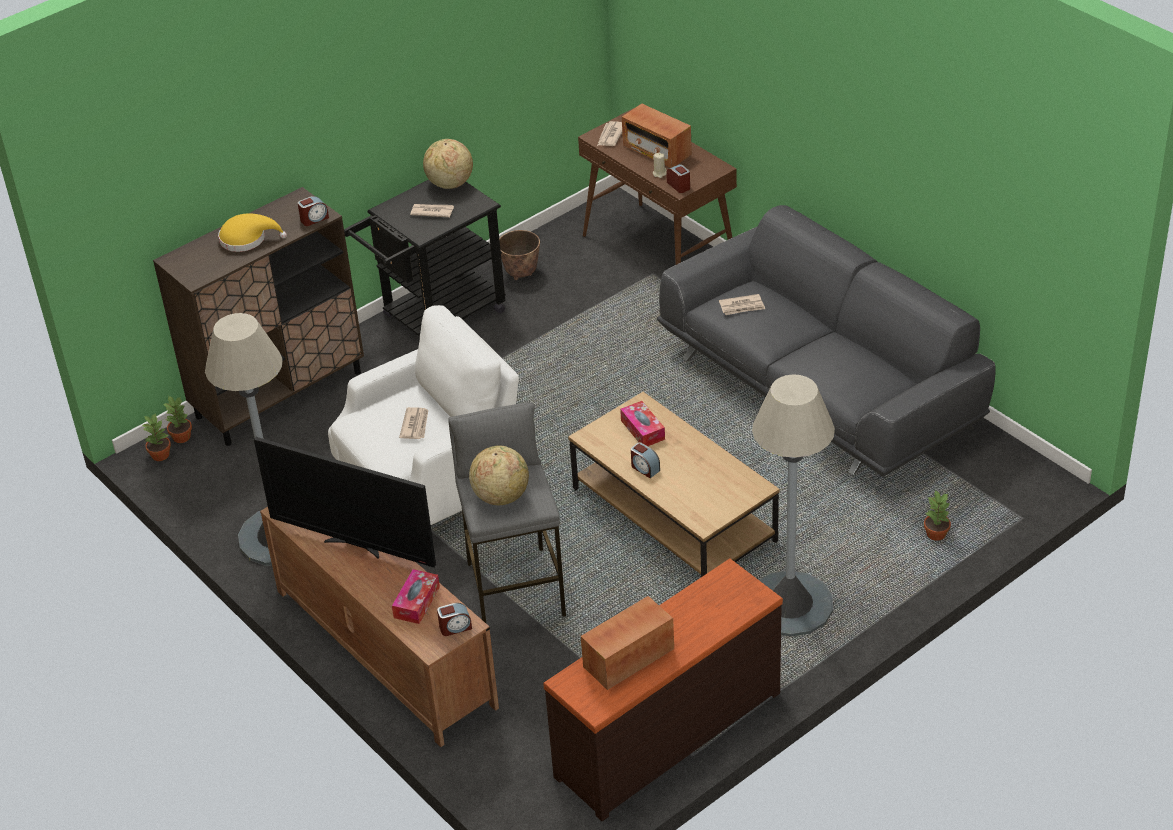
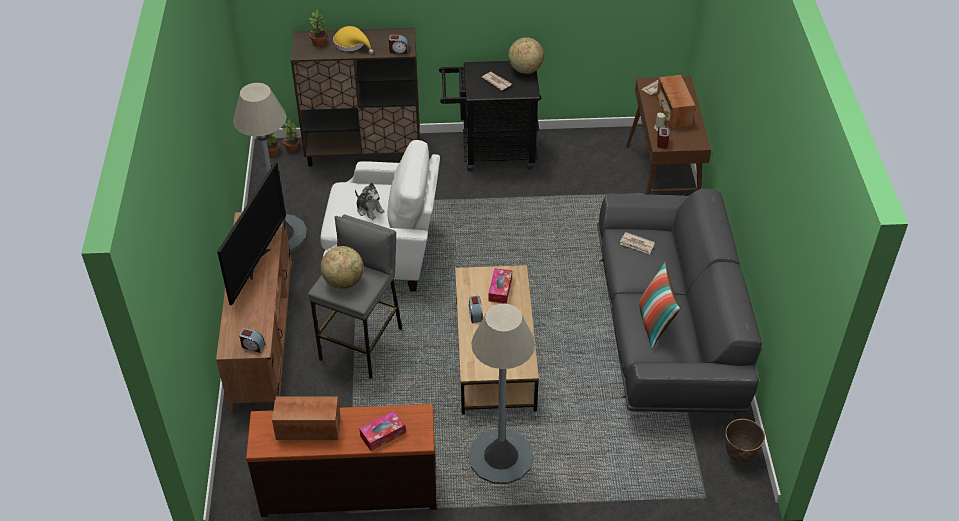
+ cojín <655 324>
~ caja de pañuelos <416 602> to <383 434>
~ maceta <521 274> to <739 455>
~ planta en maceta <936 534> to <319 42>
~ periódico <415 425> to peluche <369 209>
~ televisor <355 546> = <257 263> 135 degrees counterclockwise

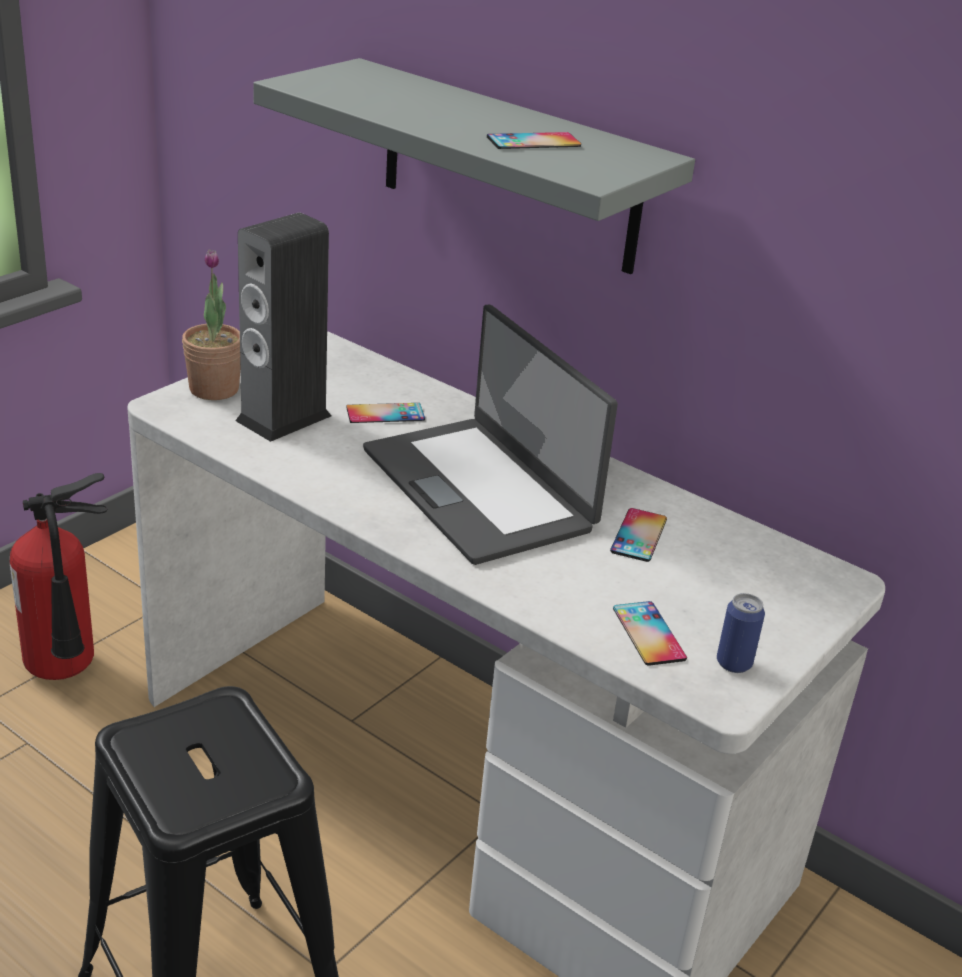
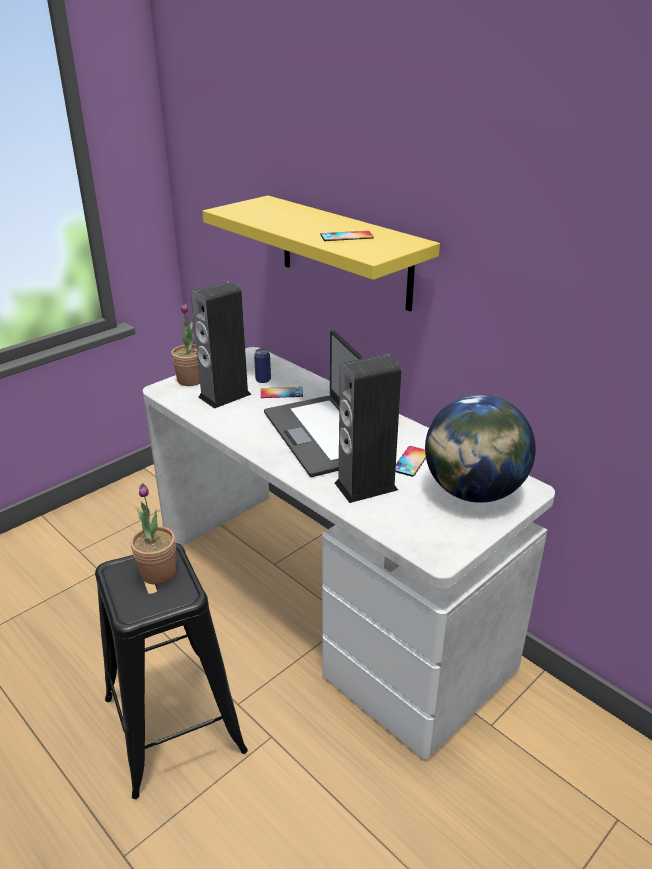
- extintor <66 672>
- móvil <648 633>
+ planta en maceta <158 572>
+ altavoz <366 486>
+ globo terráqueo <473 492>
~ lata <734 663> to <263 380>
~ estante (gris) <509 167> to estante (amarillo) <345 252>

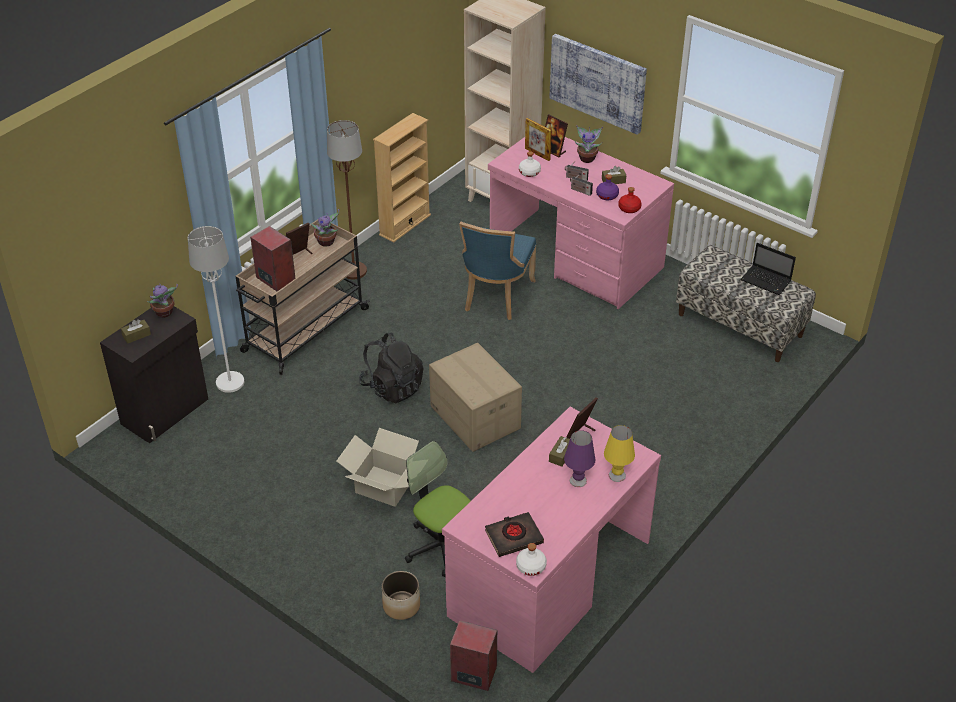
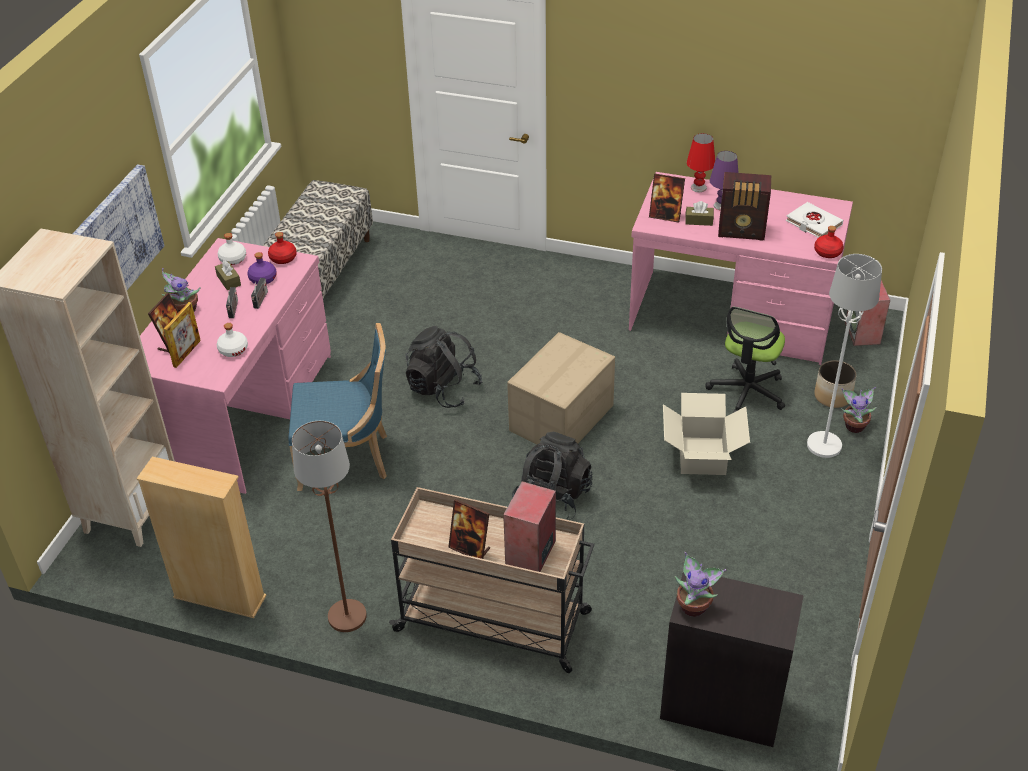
- caja de pañuelos (marrón) <136 335>
- portátil <766 281>
+ mochila (negro) <443 389>
+ radio <742 231>
+ botella (rojo) <828 252>
~ lámpara de pie (blanco) <230 382> to <823 445>
~ planta en maceta <327 242> to <854 425>
~ botella (blanco) <531 566> to <232 259>
~ libro (negro) <514 537> to libro (blanco) <813 223>
~ lámpara de mesa (amarillo) <617 475> to lámpara de mesa (rojo) <699 187>

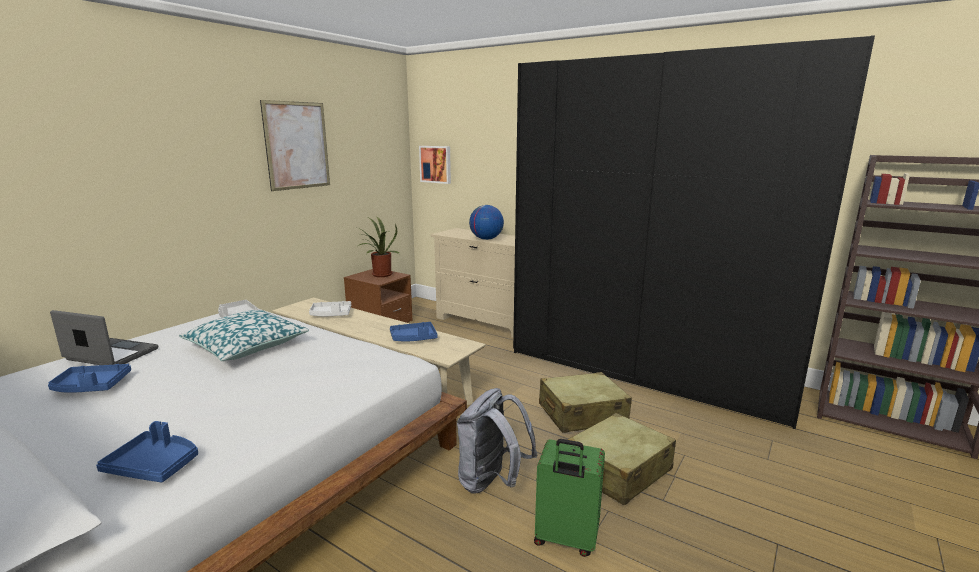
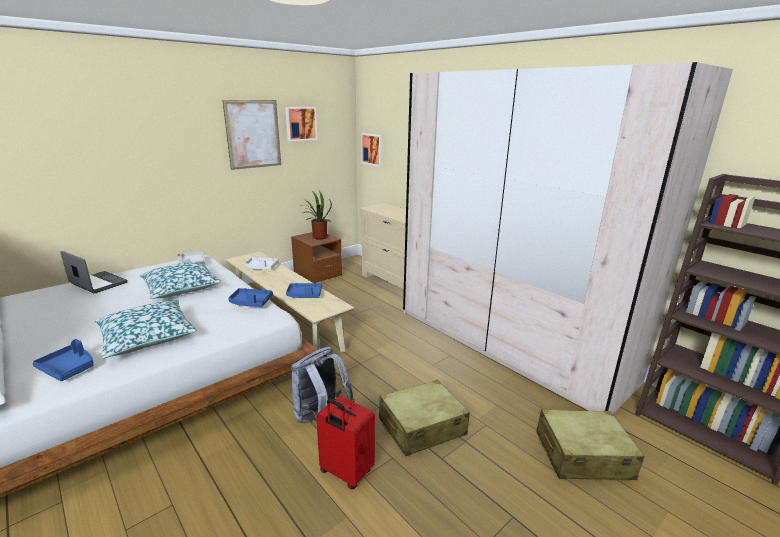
- globo terráqueo <486 239>
+ cojín <147 337>
+ cuadro <300 123>
~ bandeja (azul) <91 387> to <251 302>
~ maleta (beis) <582 414> to <582 455>
~ armario ropero (negro) <648 368> to armario ropero (beis) <508 343>
~ maleta (verde) <565 539> to maleta (rojo) <345 472>

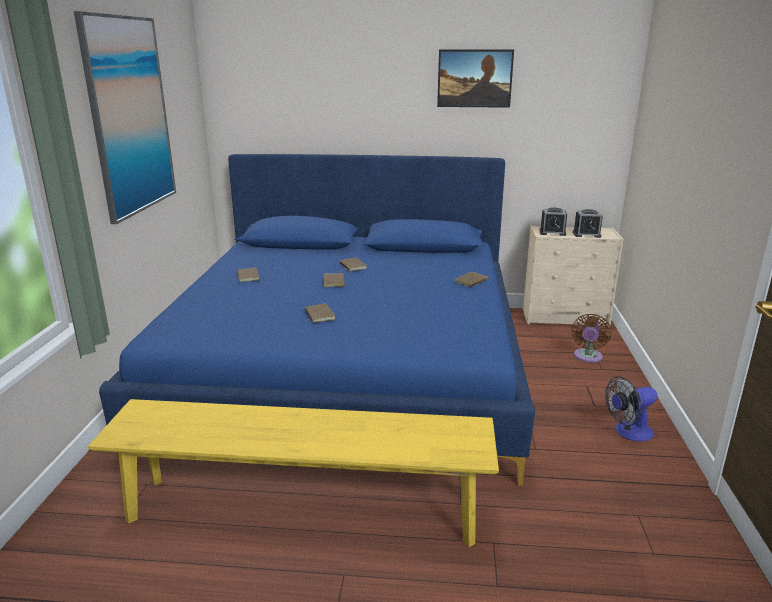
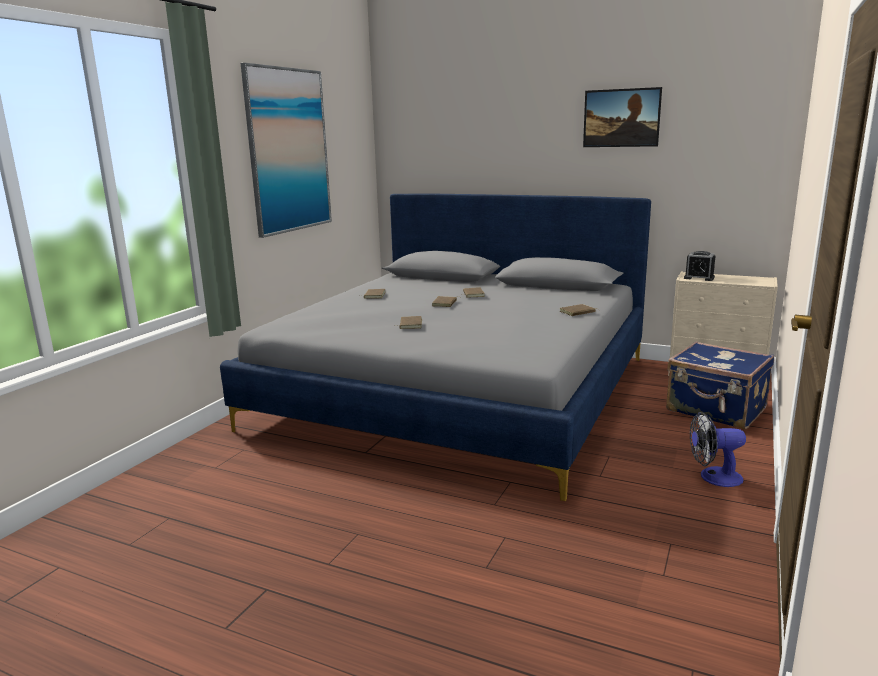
- banco (amarillo) <302 510>
- despertador <586 234>
~ ventilador (marrón) <587 357> to maleta (azul) <716 410>
~ cama (azul) <347 368> to cama (gris) <459 391>

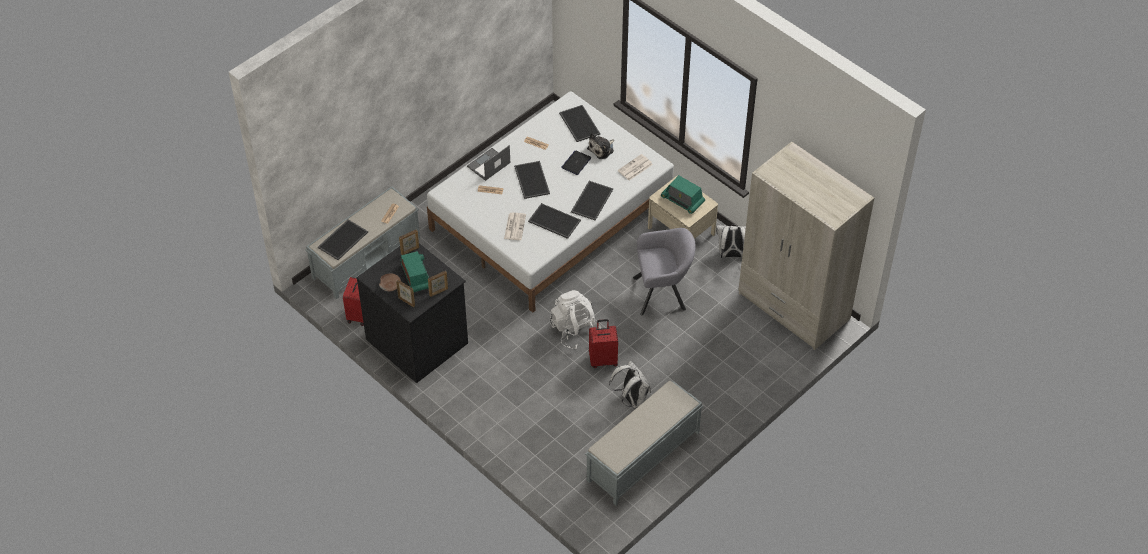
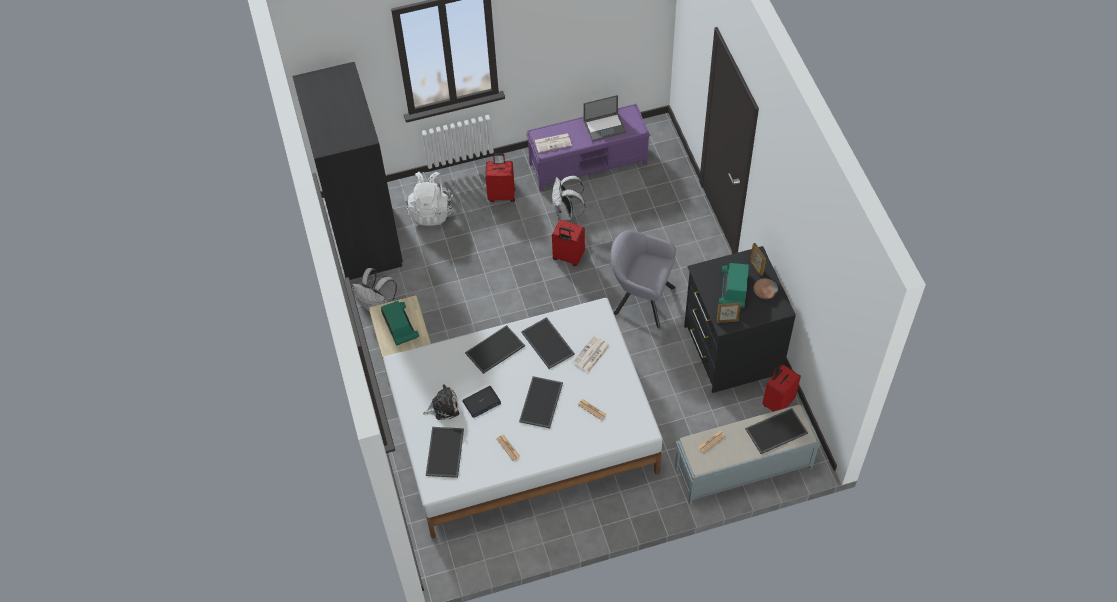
- portarretratos <438 292>
+ maleta (rojo) <502 195>
~ portátil <488 165> to <605 126>
~ mochila (blanco) <575 331> to <431 211>
~ periódico <635 168> to <553 142>
~ sillón (gris) <663 293> to <640 299>
~ banco (gris) <642 457> to banco (morado) <589 163>
~ armario ropero (beis) <793 307> to armario ropero (negro) <364 233>

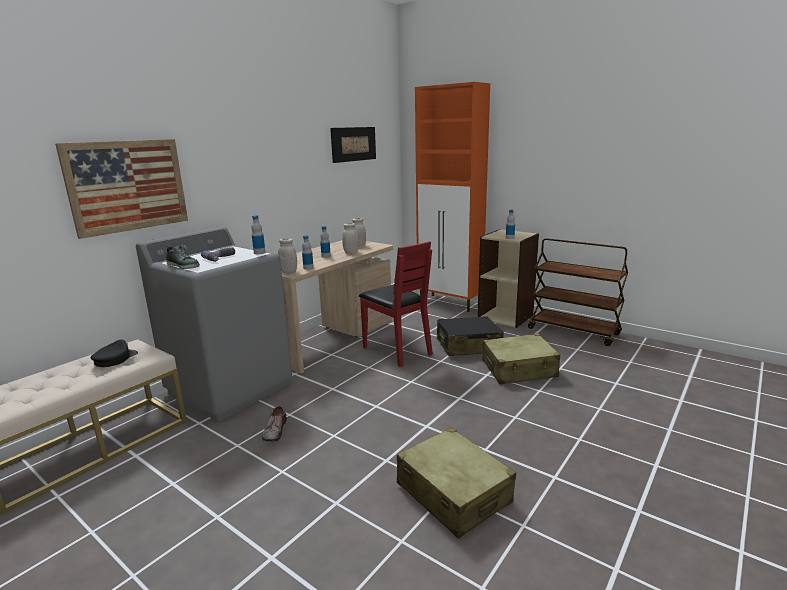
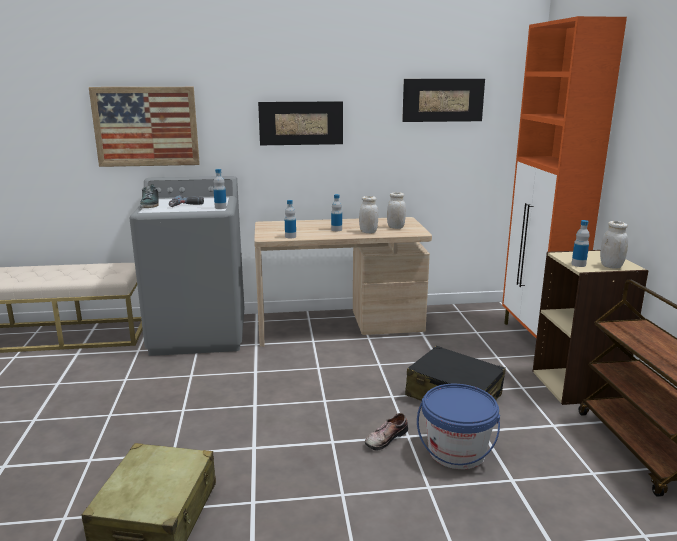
- gorra (negro) <115 359>
- silla (rojo) <397 350>
+ cuadro <301 123>
~ zapato <274 430> to <385 438>
~ tarro (blanco) <289 272> to <611 266>
~ maleta (beis) <519 369> to cubo (azul) <456 452>

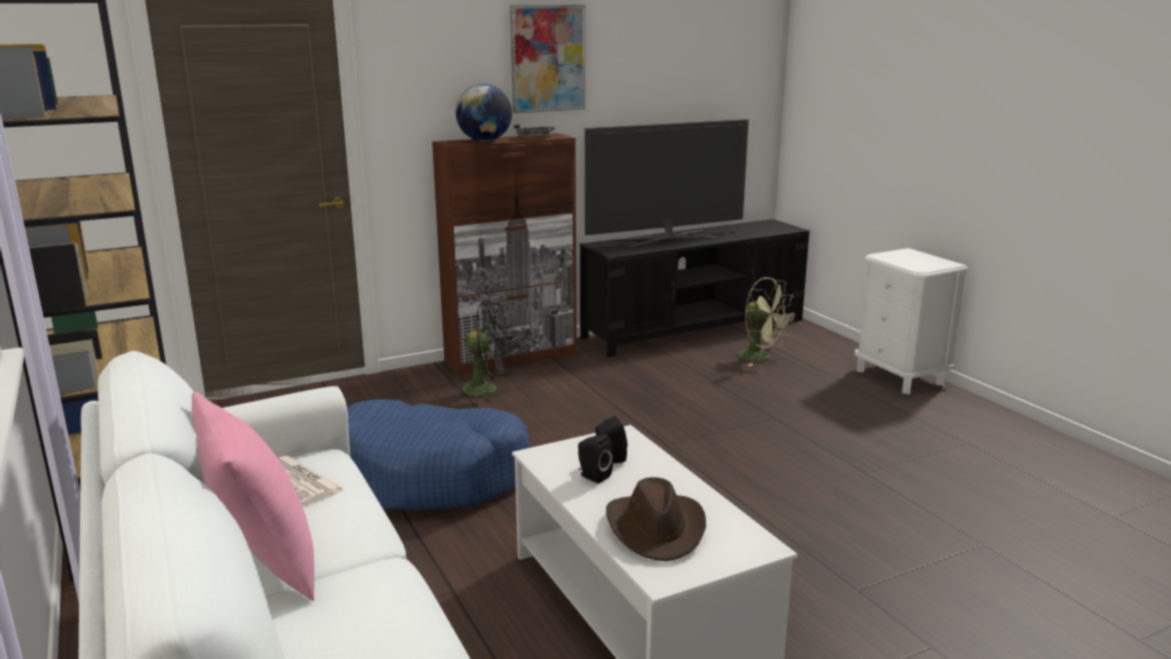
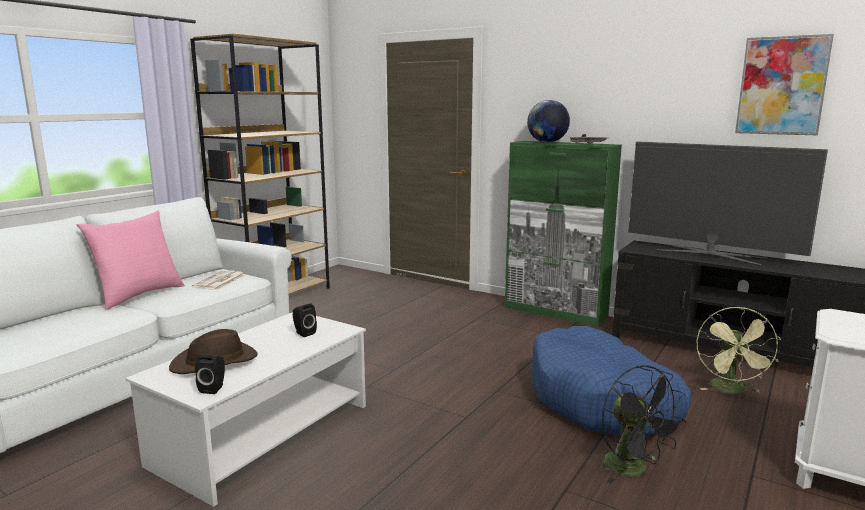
~ cama para perro (azul) <430 475> to <602 399>
~ ventilador (negro) <488 389> to <633 470>
~ cuadro <548 58> to <782 86>
~ altavoz (negro) <593 476> to <214 388>
~ armario (marrón) <512 357> to armario (verde) <555 312>

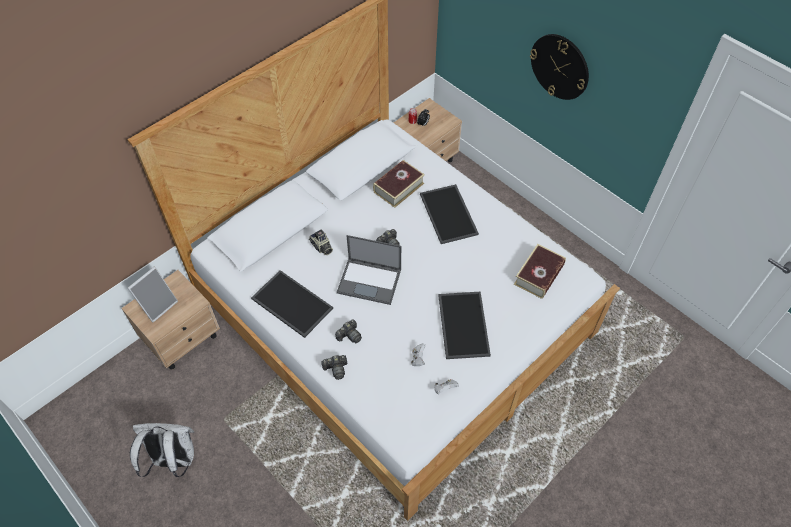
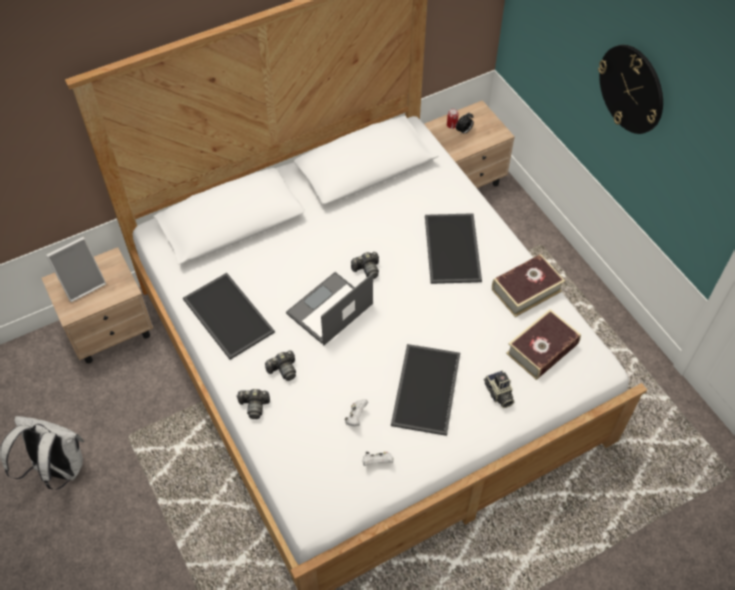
~ cámara <321 247> to <498 394>
~ libro <398 187> to <526 290>
~ portátil <370 281> = <329 309> 105 degrees clockwise

